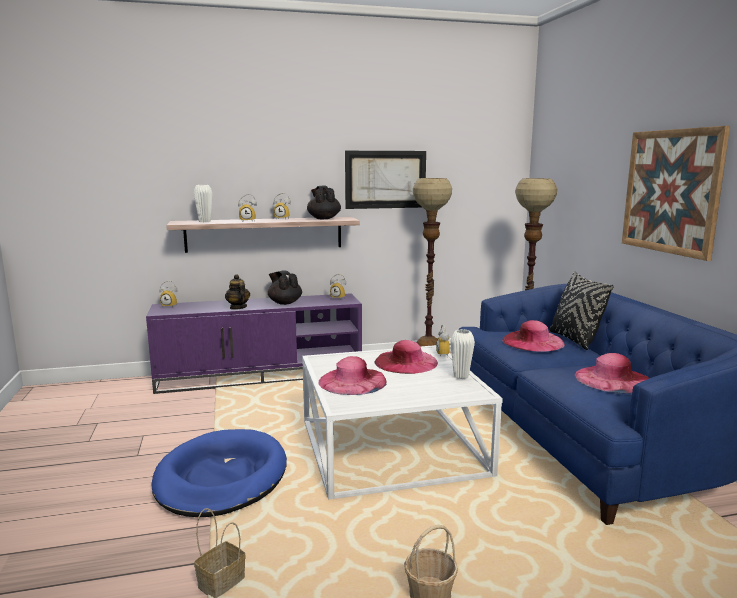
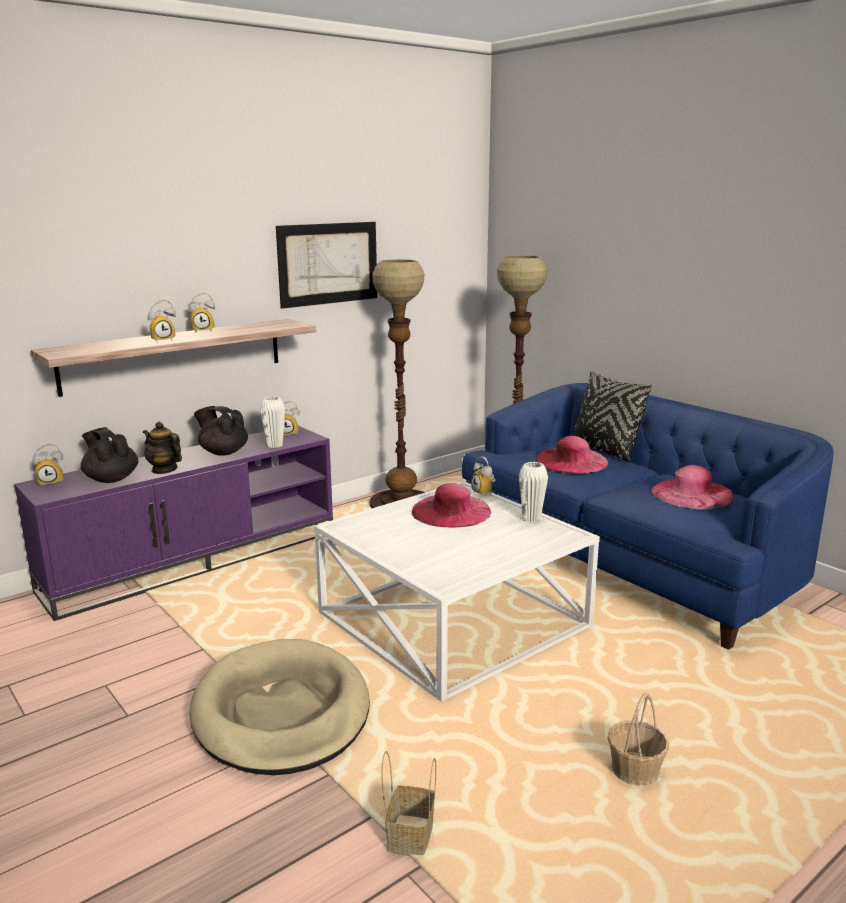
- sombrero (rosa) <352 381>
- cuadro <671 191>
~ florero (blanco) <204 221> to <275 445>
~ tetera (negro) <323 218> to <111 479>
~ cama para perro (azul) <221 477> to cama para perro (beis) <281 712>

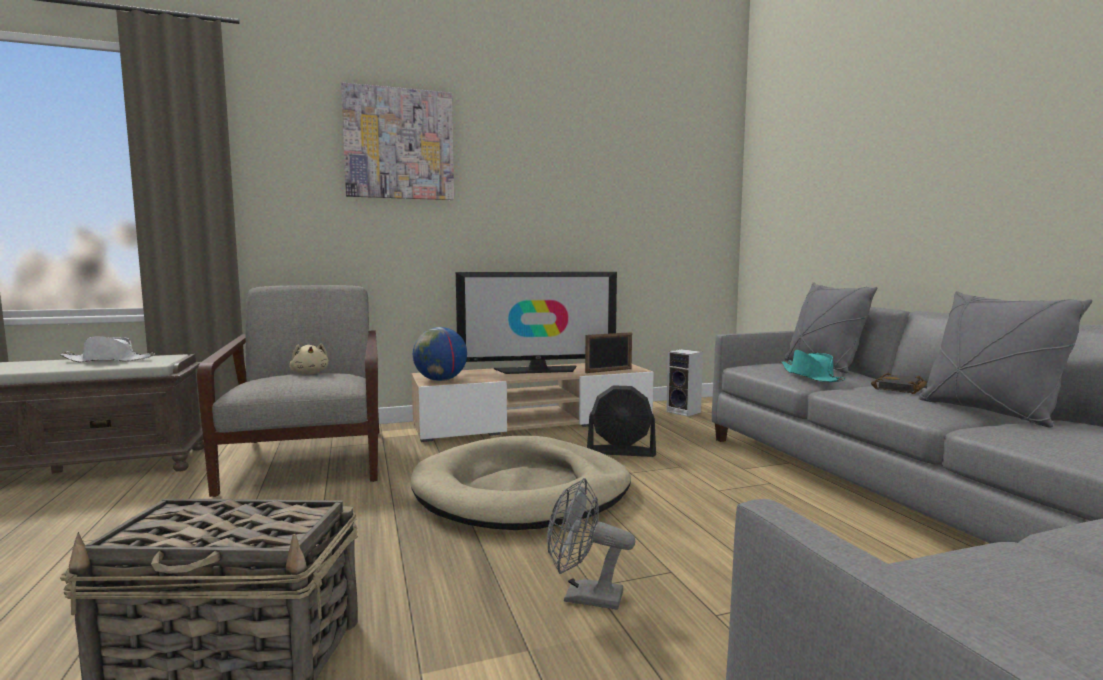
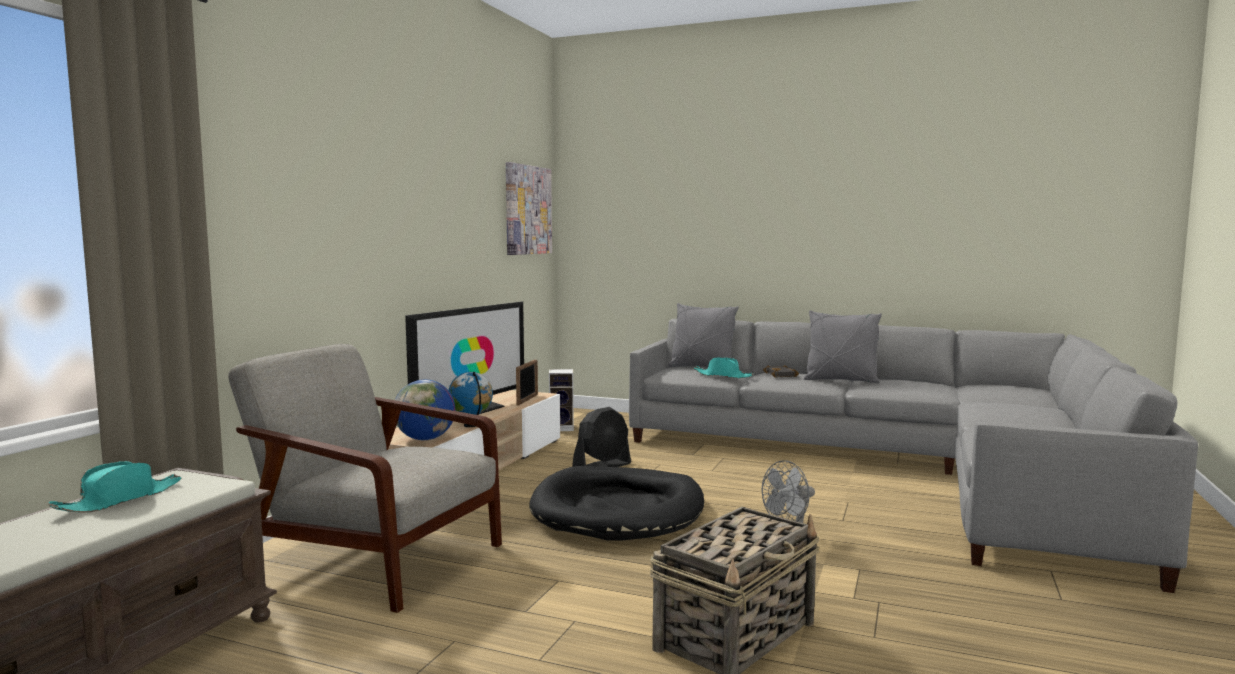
- peluche (beis) <310 373>
+ globo terráqueo <471 425>
~ cuadro <399 144> to <527 210>
~ sombrero (blanco) <109 360> to sombrero (turquesa) <120 500>
~ cama para perro (beis) <523 491> to cama para perro (negro) <618 510>

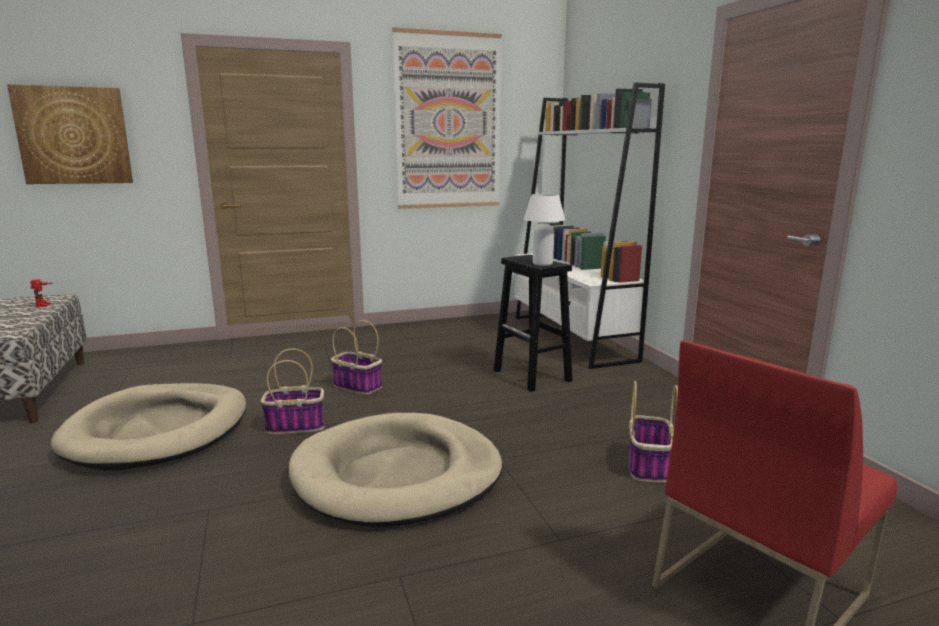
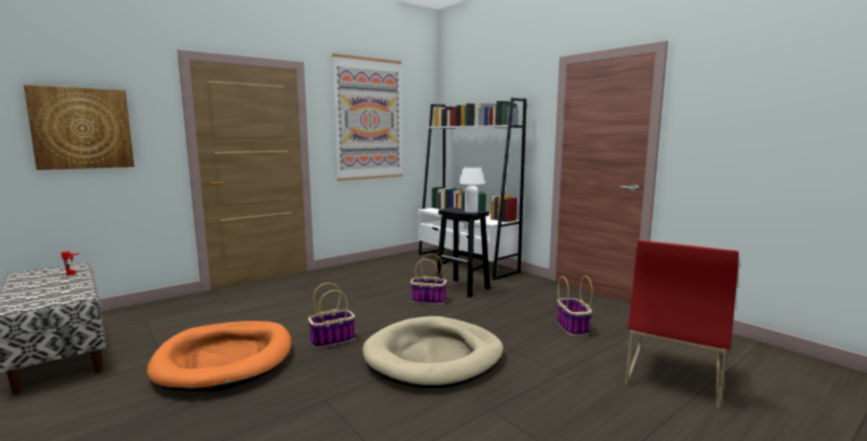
~ cesta <356 386> to <427 300>
~ cama para perro (beis) <159 430> to cama para perro (naranja) <225 359>

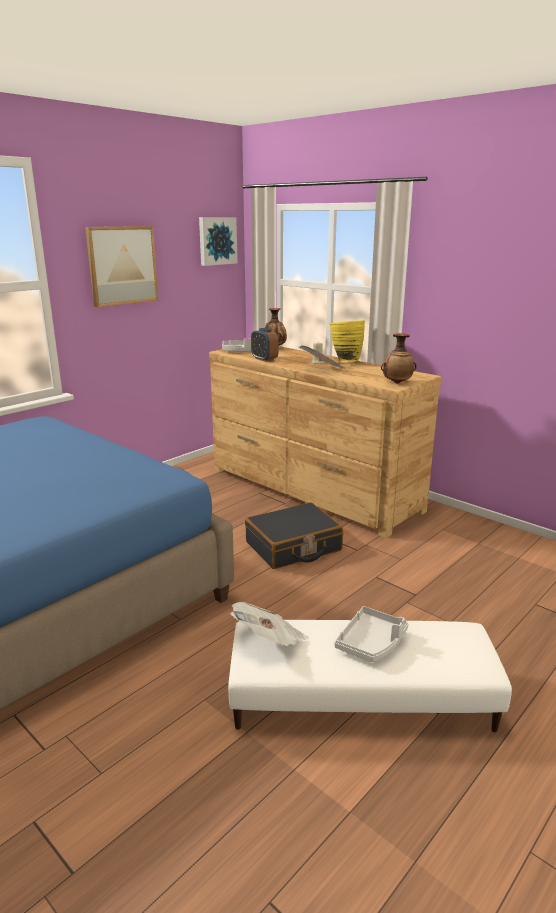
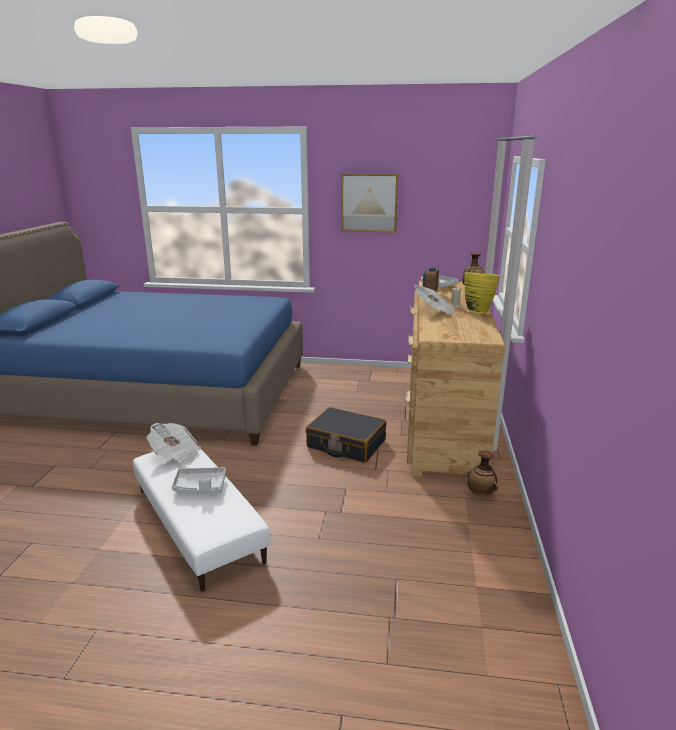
- cuadro <217 241>
~ florero <397 383> to <481 494>

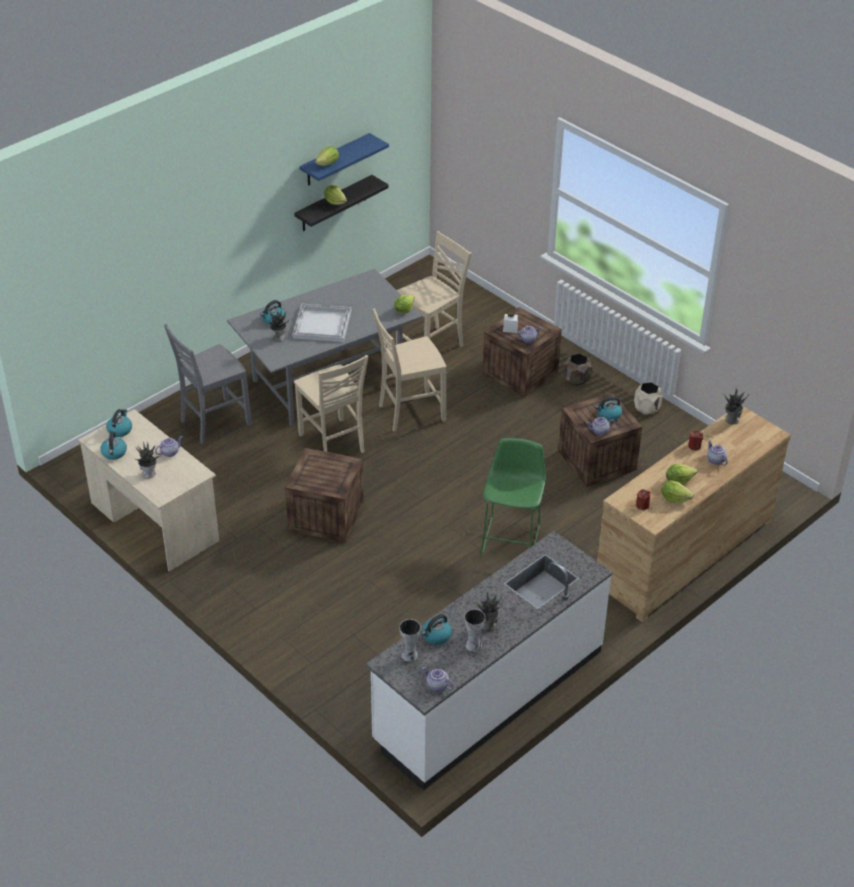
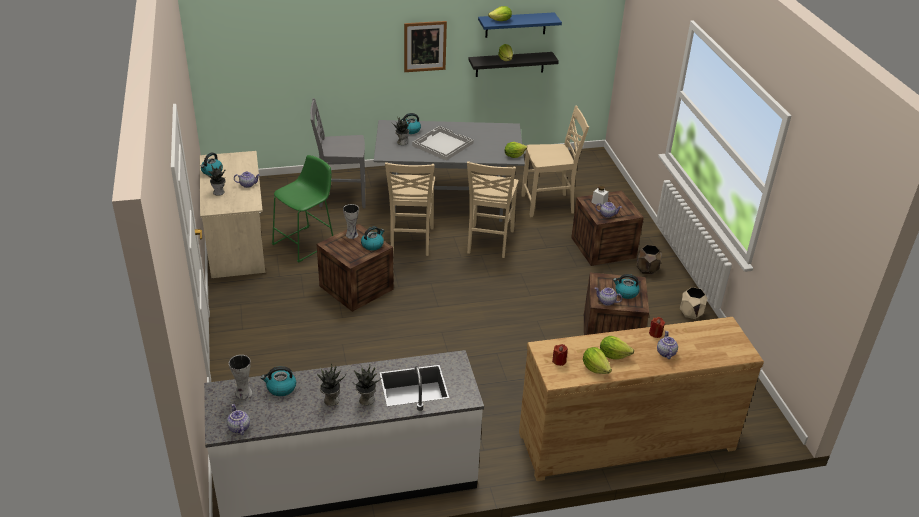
+ cuadro <425 46>
~ hervidor <120 430> to <372 245>
~ florero <473 645> to <352 234>
~ taburete (verde) <512 538> to <306 243>
~ planta en maceta <731 420> to <366 399>
~ silla (beis) <410 412> = <488 242> 90 degrees counterclockwise

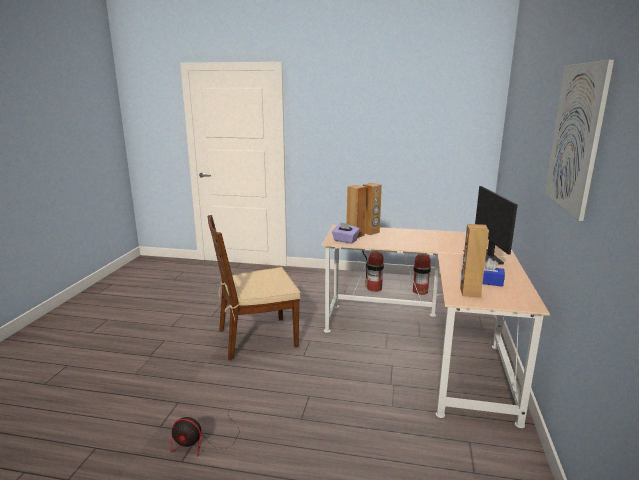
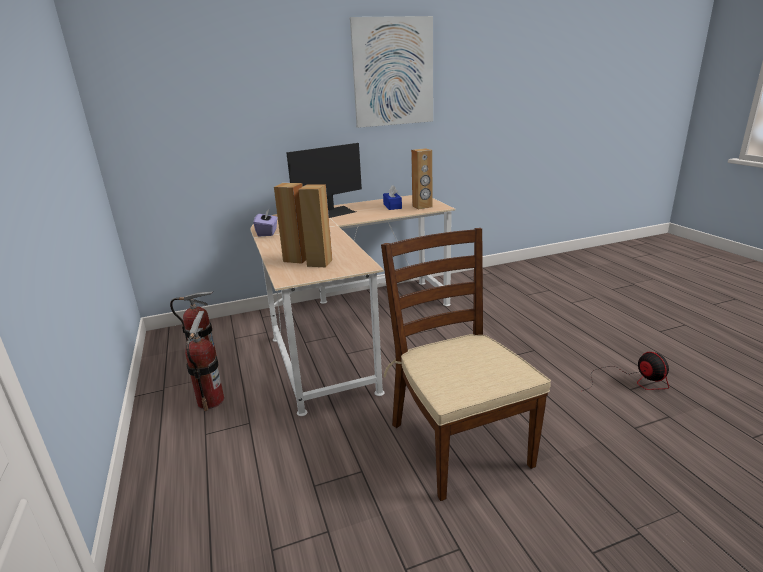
~ caja de pañuelos (morado) <345 240> to <267 232>
~ silla (marrón) <256 337> = <458 443> 150 degrees counterclockwise

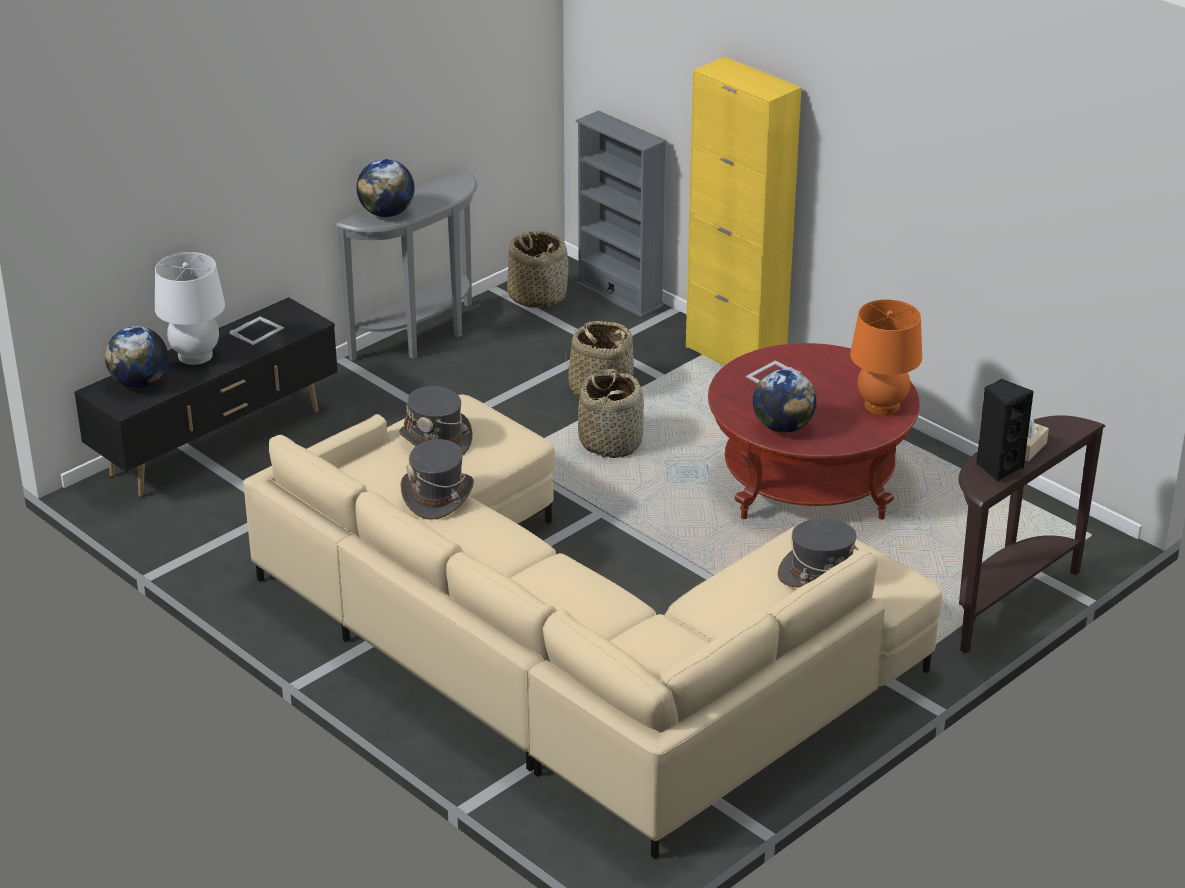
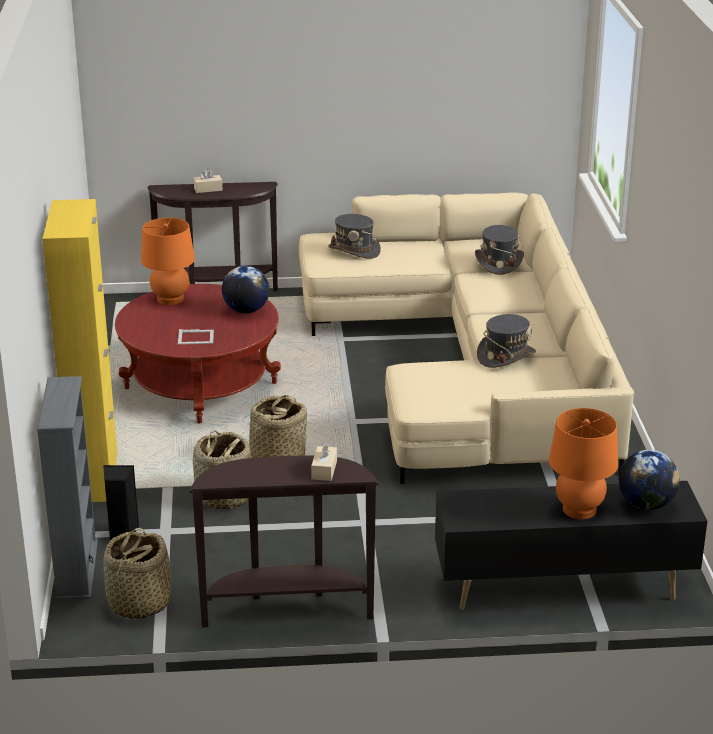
- portarretratos <257 331>
~ sombrero (gris) <436 440> to <498 263>
~ altavoz (negro) <998 467> to <121 533>
~ globo terráqueo <387 213> to caja de pañuelos (beis) <324 470>
~ lámpara de mesa (blanco) <195 356> to lámpara de mesa (naranja) <579 509>
~ mesa consola (gris) <423 337> to mesa consola (marrón) <286 609>

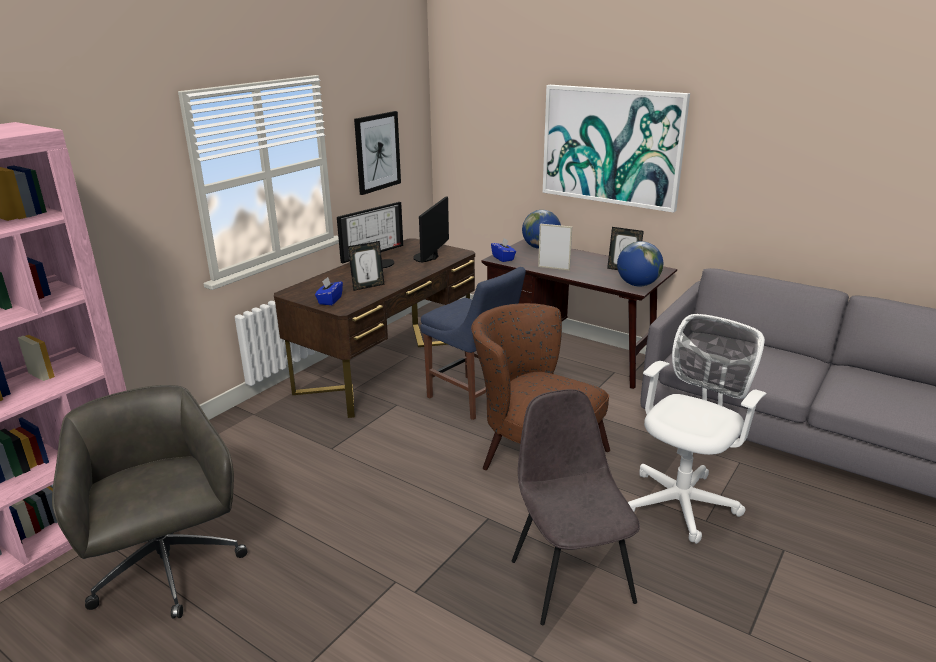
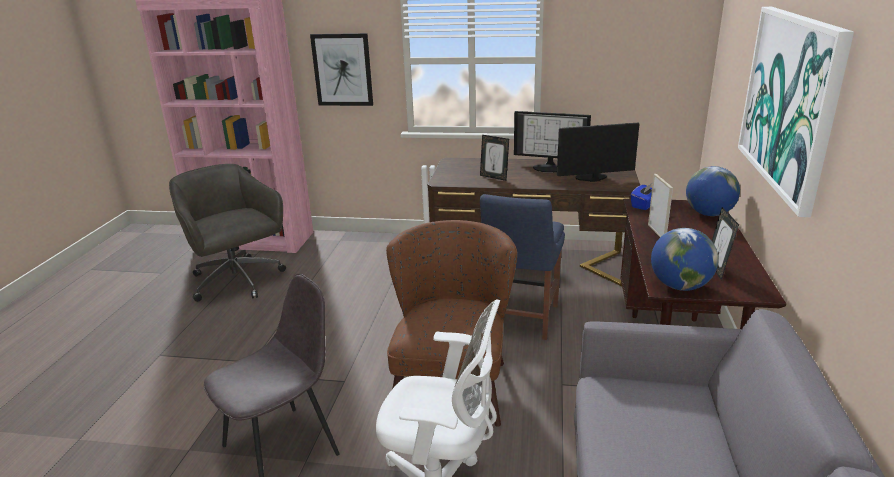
- caja de pañuelos (azul) <329 300>
~ cuadro <377 152> to <342 70>
~ silla de oficina (gris) <168 570> = <238 281> 75 degrees counterclockwise

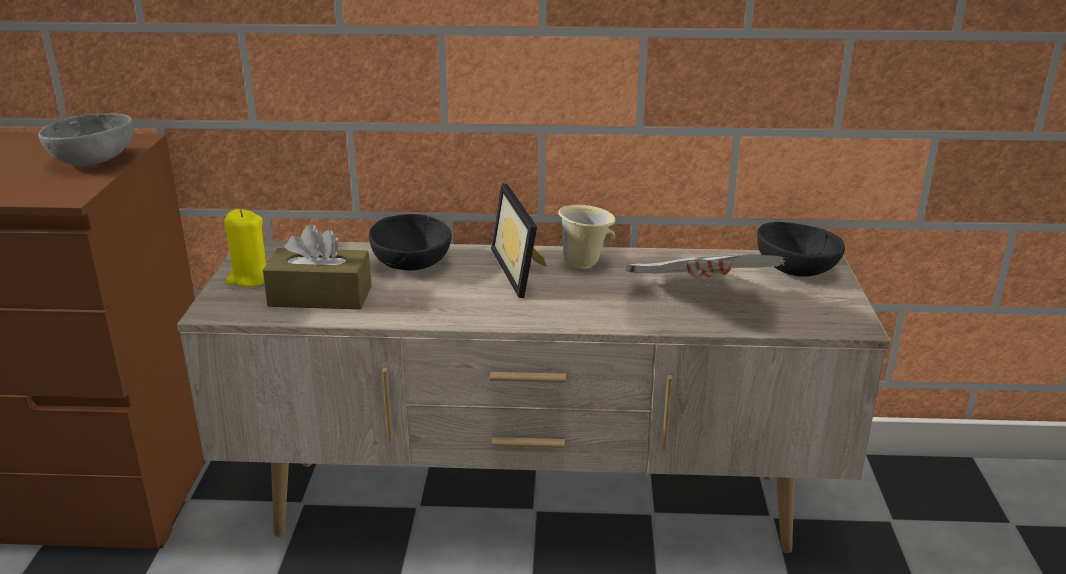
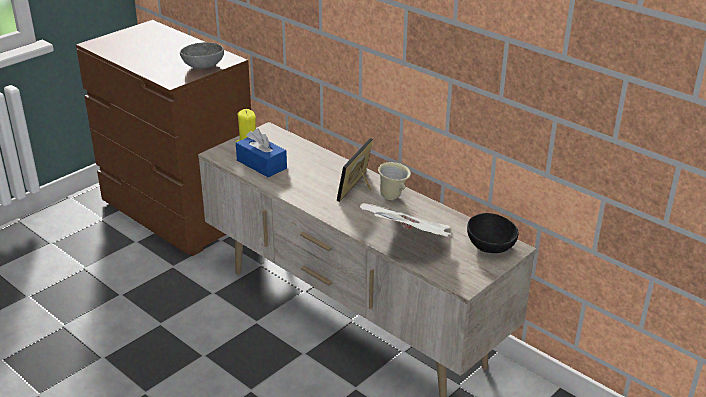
- cuenco (negro) <413 263>
~ caja de pañuelos (marrón) <320 296> to caja de pañuelos (azul) <261 164>

